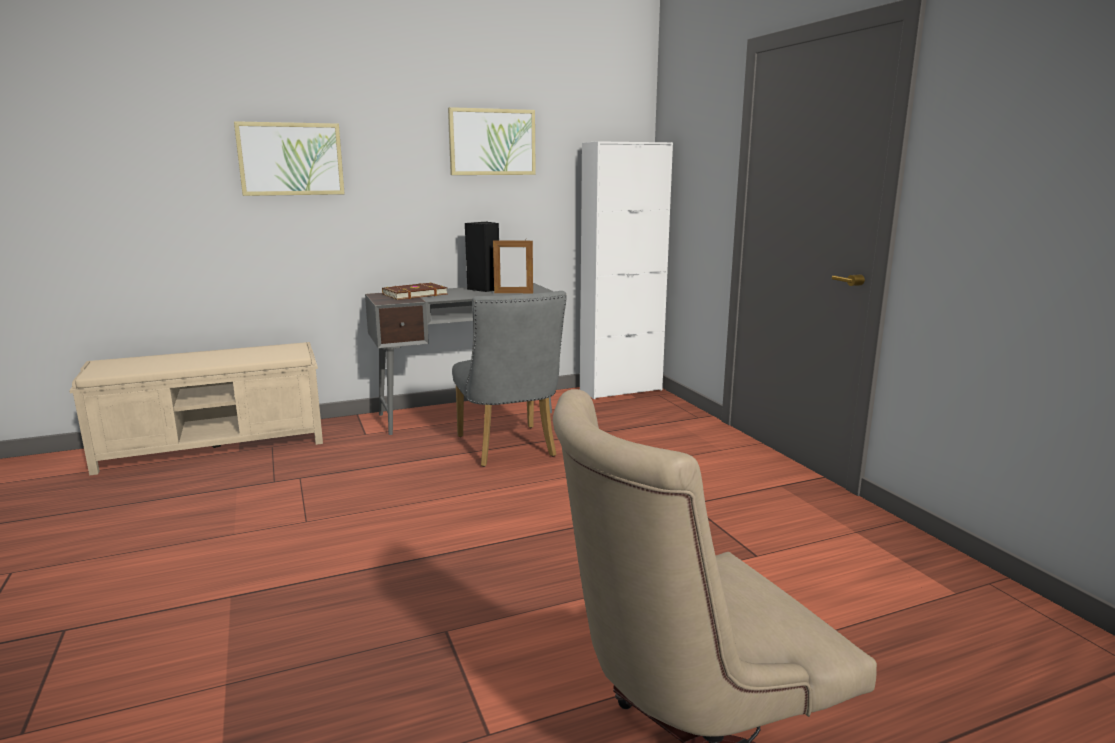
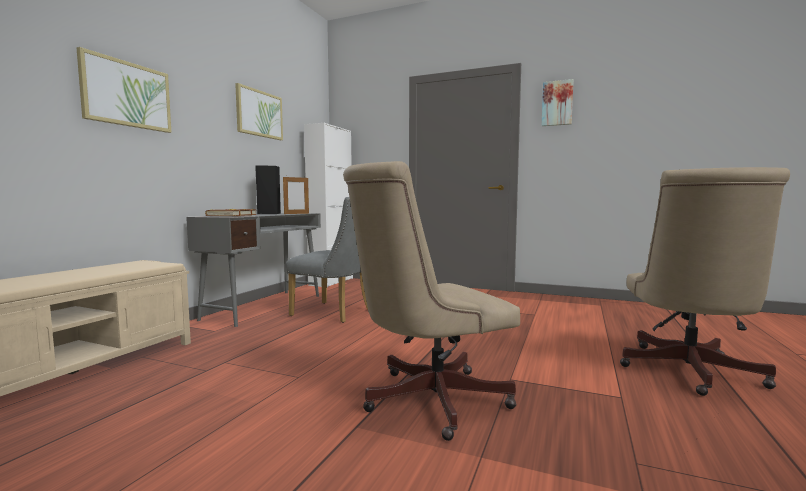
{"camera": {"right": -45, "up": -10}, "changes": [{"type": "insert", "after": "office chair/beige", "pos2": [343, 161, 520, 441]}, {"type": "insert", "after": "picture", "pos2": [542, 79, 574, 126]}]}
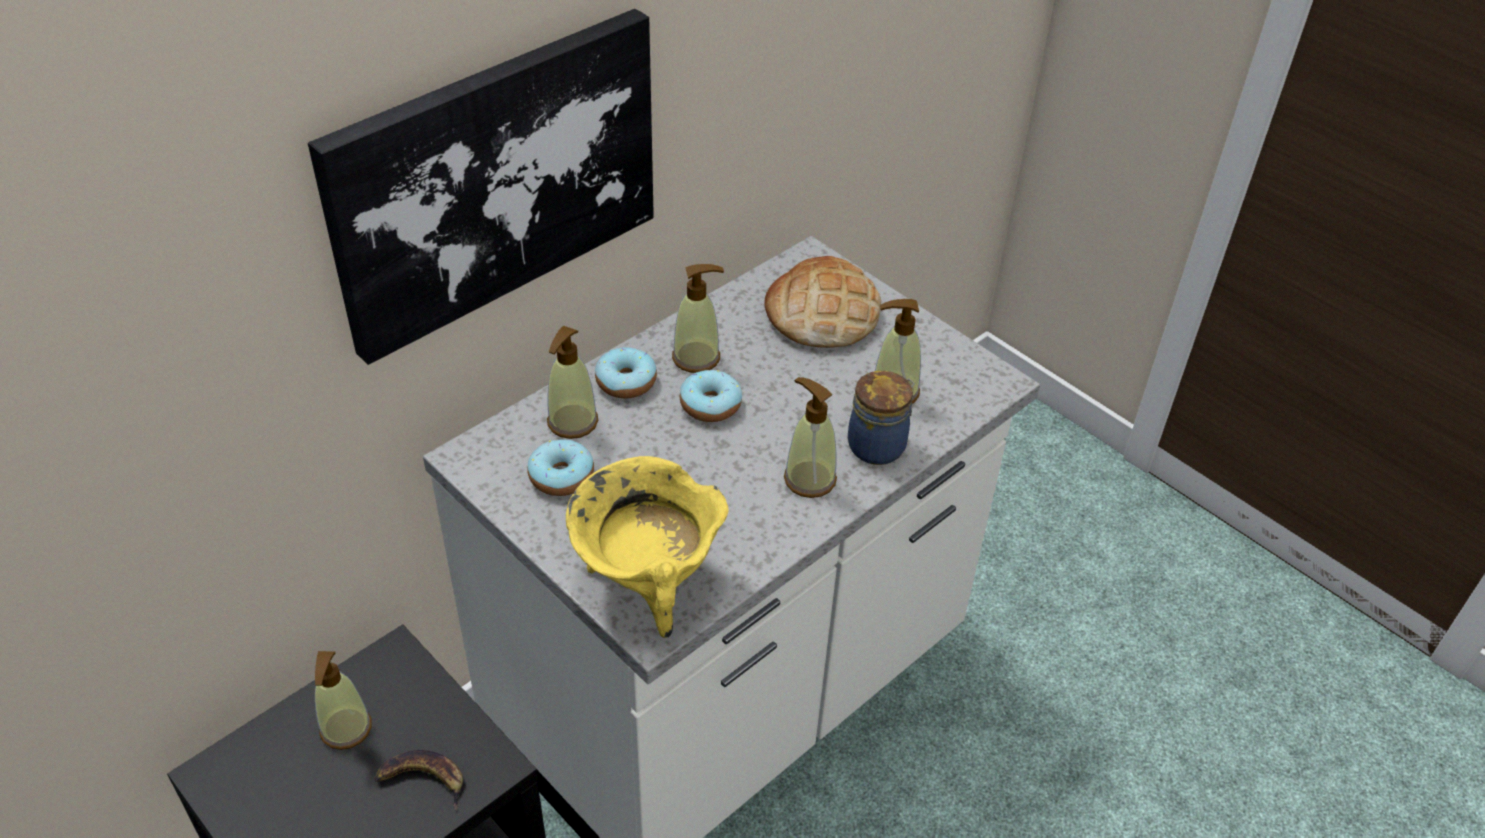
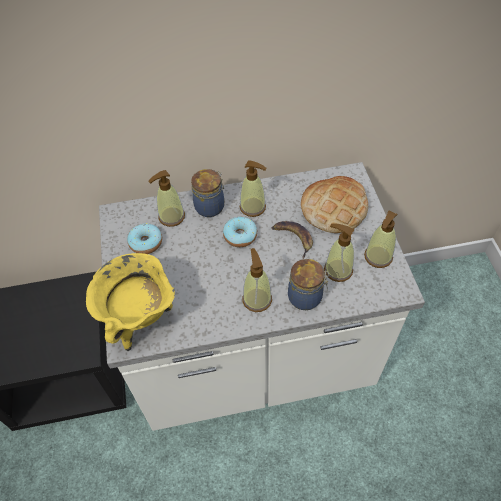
{"camera": {"right": 35, "up": 10}, "changes": [{"type": "delete", "before": "picture", "pos1": [308, 9, 654, 365]}, {"type": "move", "before": "soap dispenser", "pos1": [315, 651, 372, 750], "pos2": [364, 211, 398, 268]}, {"type": "move", "before": "banana", "pos1": [374, 750, 463, 811], "pos2": [272, 221, 313, 259]}, {"type": "replace", "before": "donut", "after": "jar", "pos1": [595, 347, 657, 398], "pos2": [191, 169, 224, 217]}]}
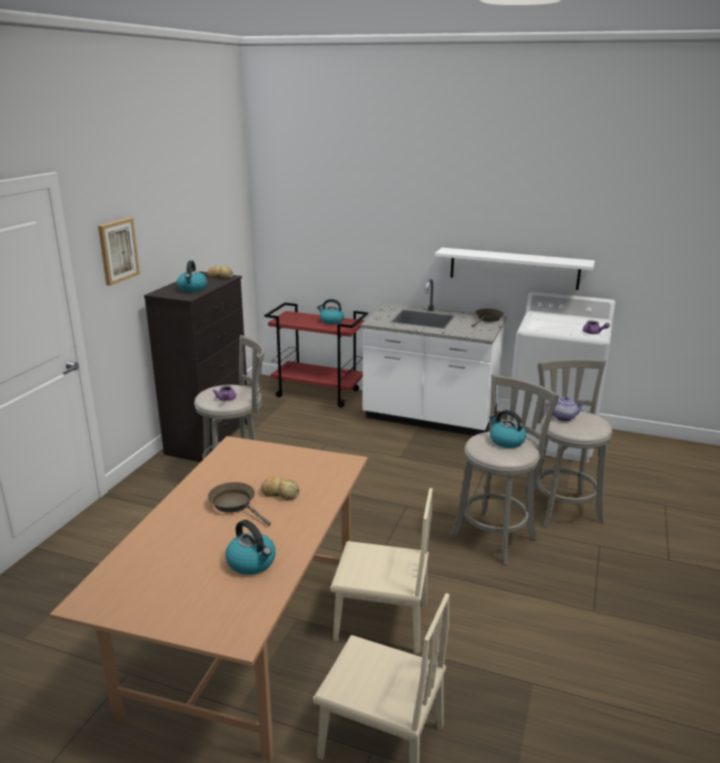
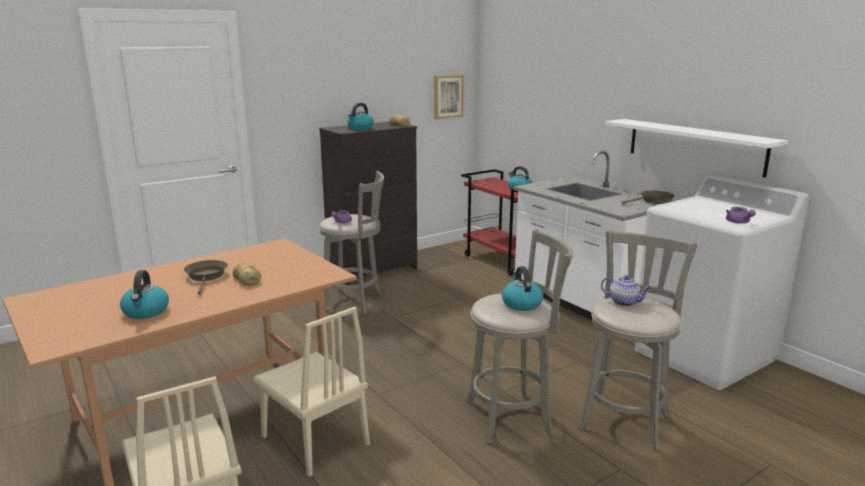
{"camera": {"right": 35, "up": -5}, "changes": [{"type": "move", "before": "picture", "pos1": [98, 218, 140, 286], "pos2": [434, 75, 464, 119]}]}
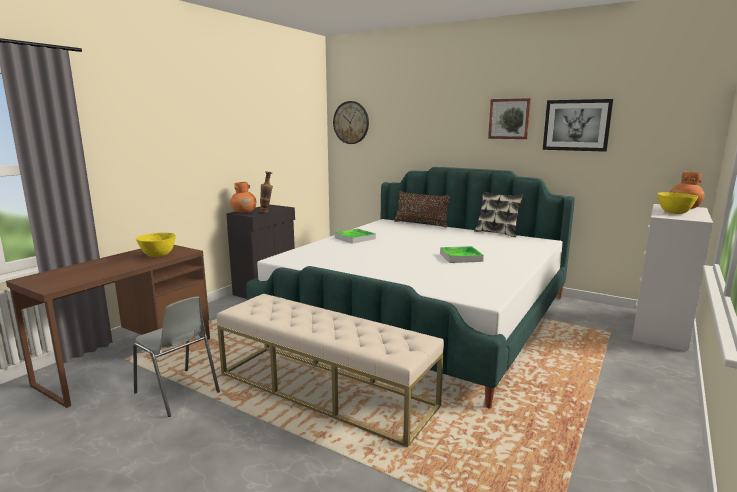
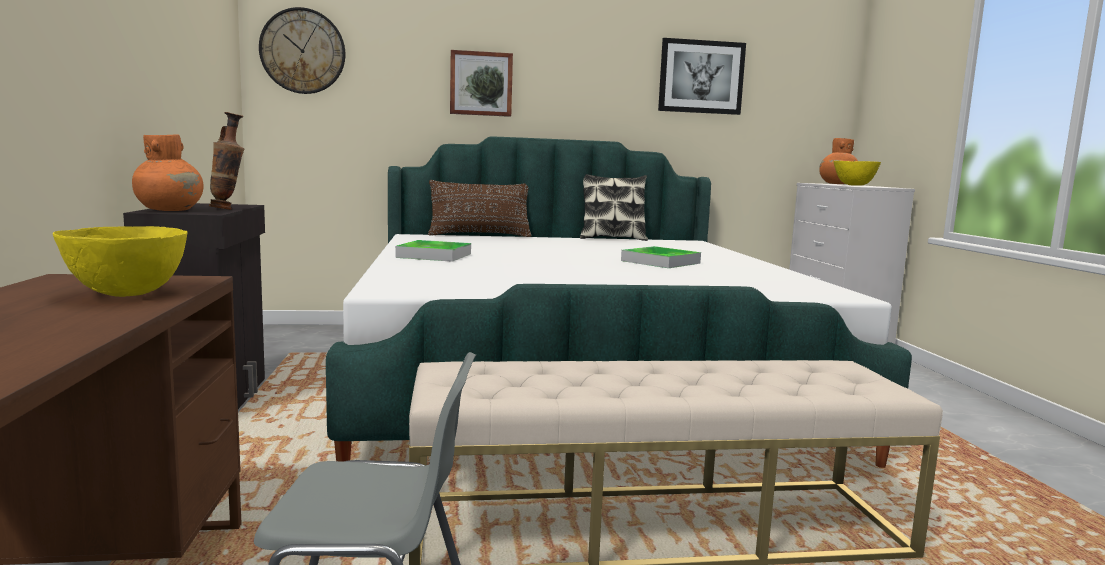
{"camera": {"right": -40, "up": -5}, "changes": [{"type": "move", "before": "picture", "pos1": [488, 98, 531, 139], "pos2": [450, 50, 513, 117]}]}
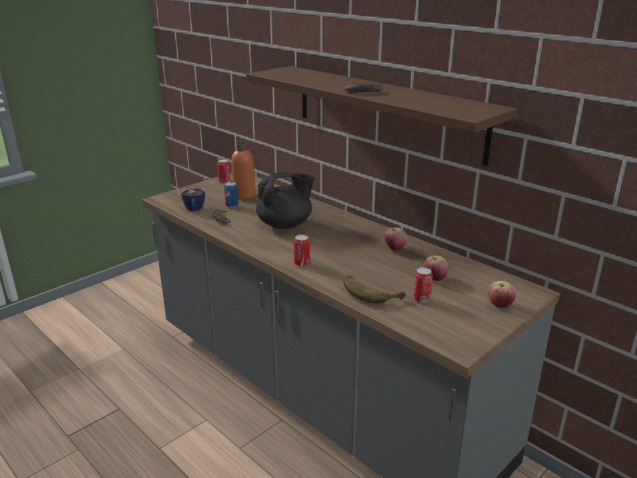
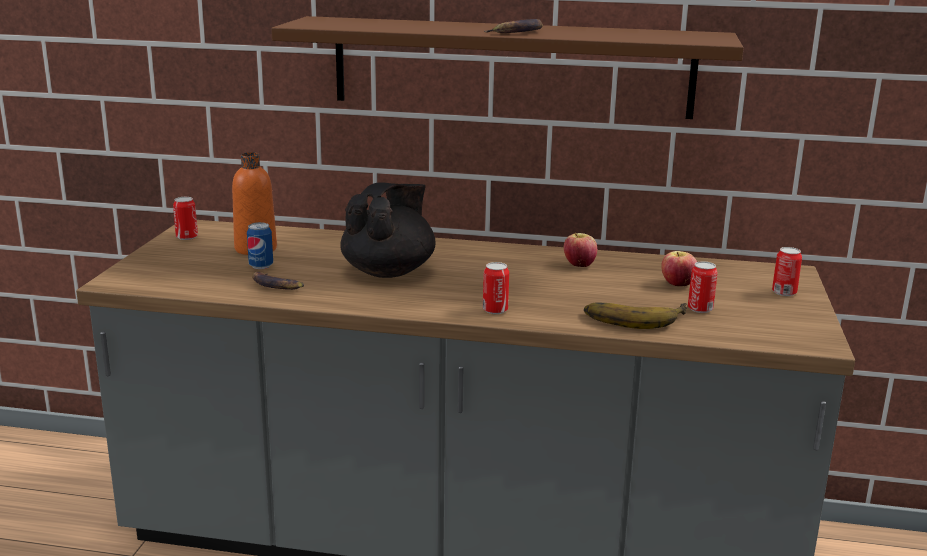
{"camera": {"right": -35, "up": -5}, "changes": [{"type": "delete", "before": "cup", "pos1": [181, 187, 205, 211]}, {"type": "replace", "before": "apple", "after": "can", "pos1": [488, 281, 516, 308], "pos2": [772, 247, 802, 296]}]}
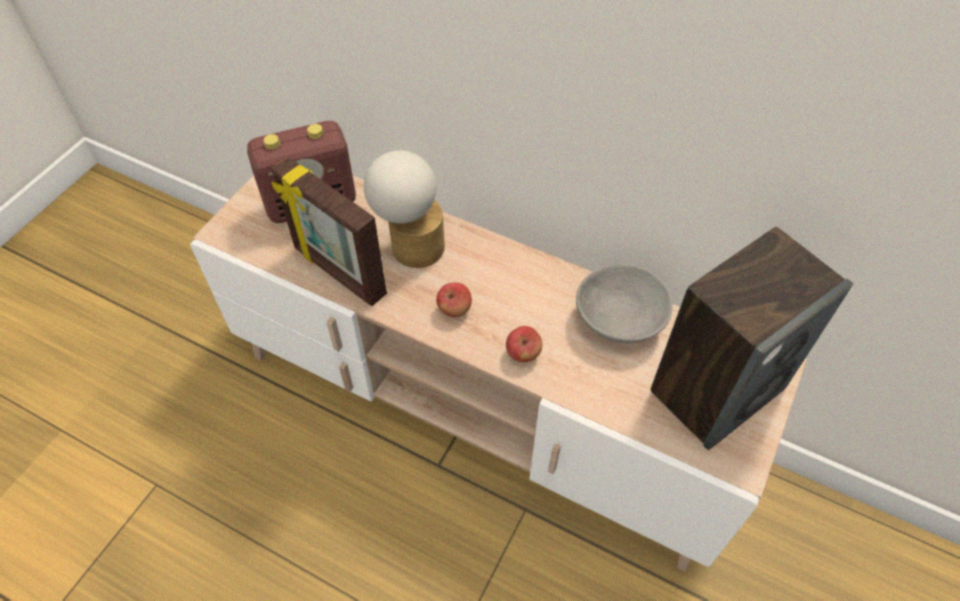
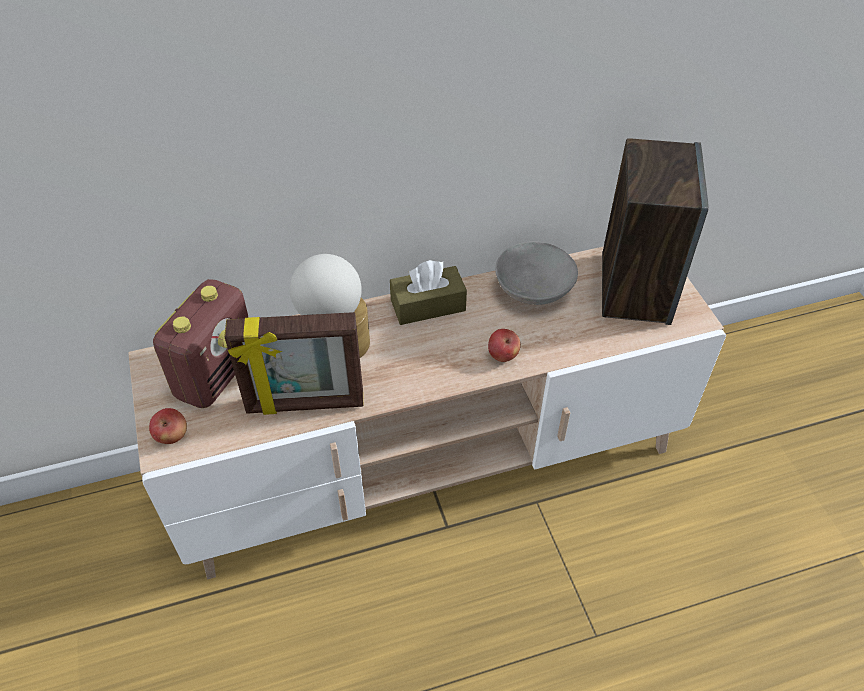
{"camera": {"right": -45, "up": -5}, "changes": [{"type": "insert", "after": "tissue box/brown", "pos2": [390, 260, 467, 325]}, {"type": "move", "before": "apple", "pos1": [436, 282, 472, 317], "pos2": [149, 408, 187, 444]}]}
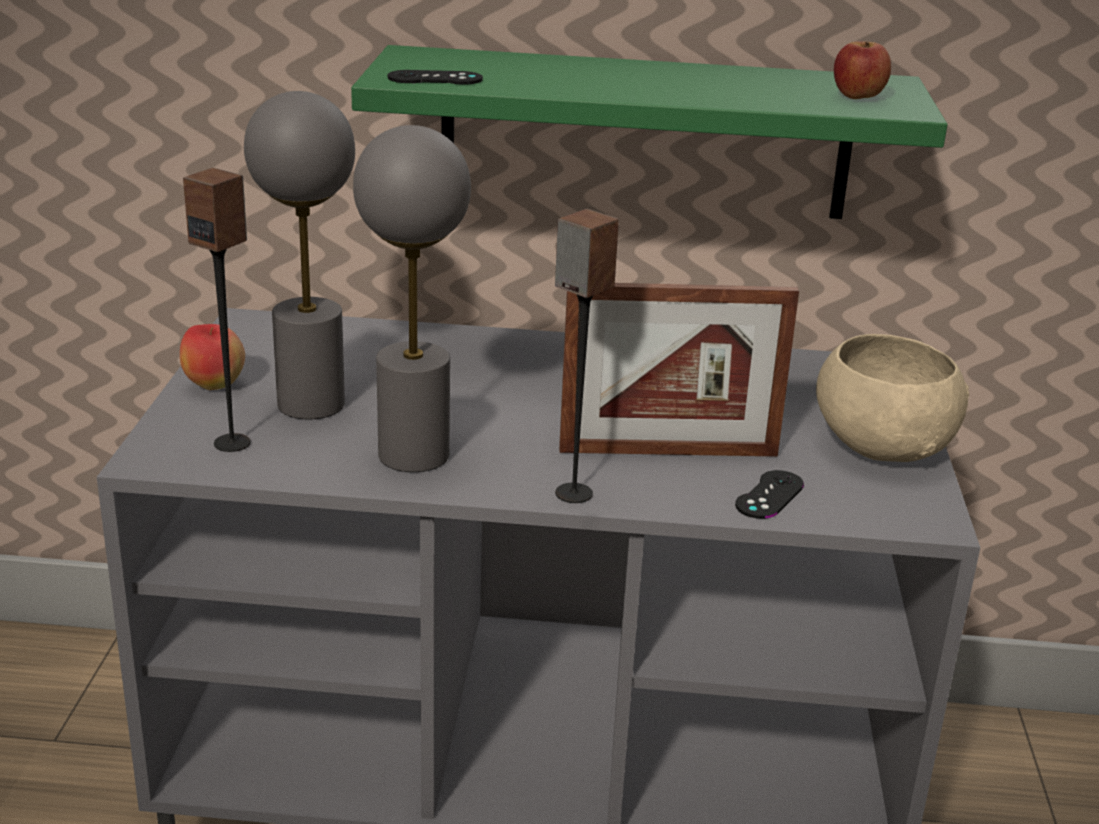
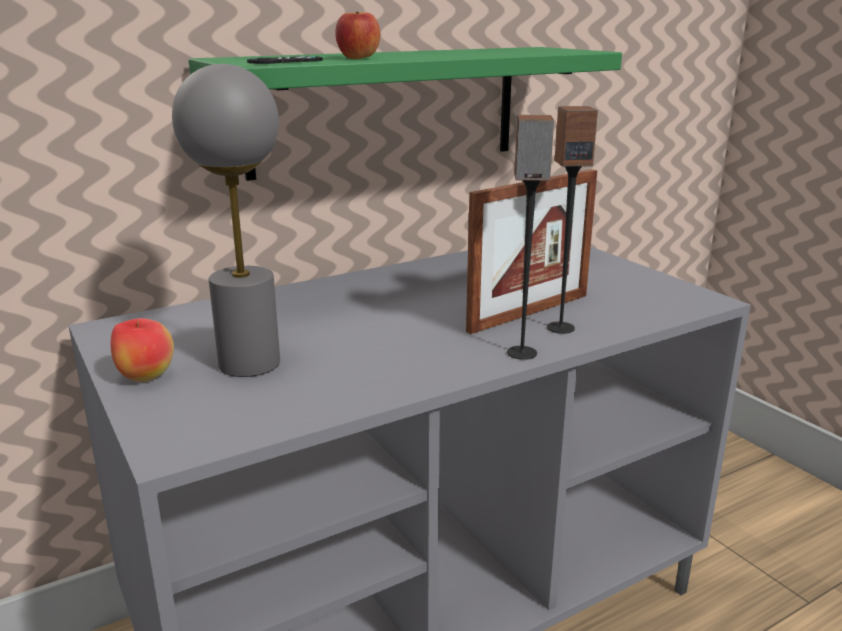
{"camera": {"right": -35, "up": -5}, "changes": [{"type": "delete", "before": "table lamp/grey", "pos1": [353, 125, 471, 472]}, {"type": "delete", "before": "game controller/black", "pos1": [735, 470, 804, 519]}, {"type": "delete", "before": "bowl/beige", "pos1": [816, 334, 969, 462]}, {"type": "move", "before": "speaker", "pos1": [183, 168, 251, 452], "pos2": [547, 106, 598, 334]}, {"type": "move", "before": "apple", "pos1": [834, 41, 891, 99], "pos2": [335, 11, 380, 59]}]}
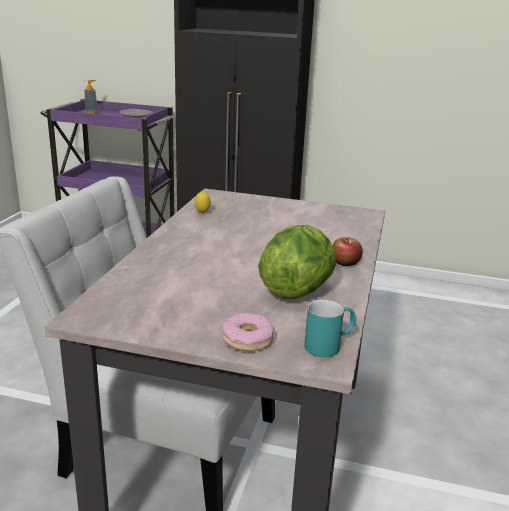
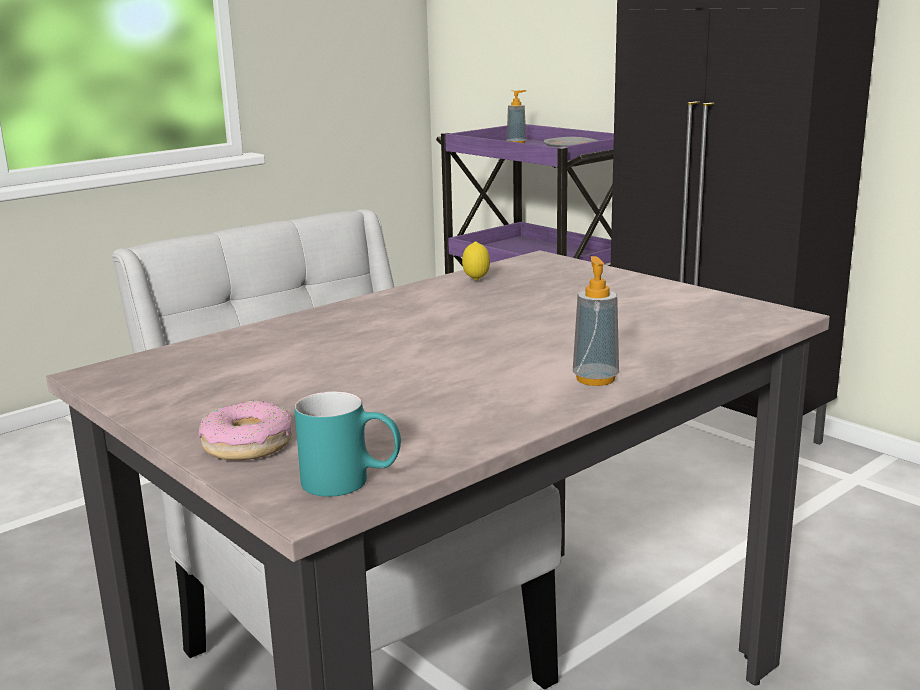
{"camera": {"right": 35, "up": -5}, "changes": [{"type": "delete", "before": "lettuce", "pos1": [258, 225, 337, 299]}, {"type": "replace", "before": "apple", "after": "soap dispenser", "pos1": [333, 237, 363, 266], "pos2": [573, 256, 619, 386]}]}
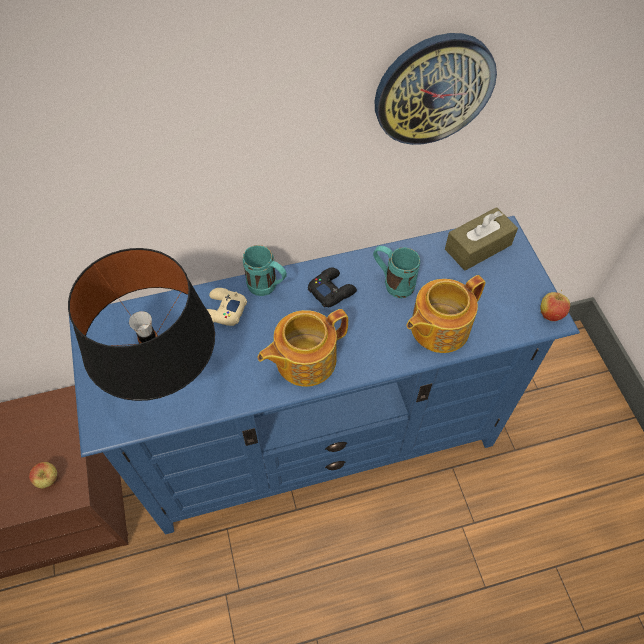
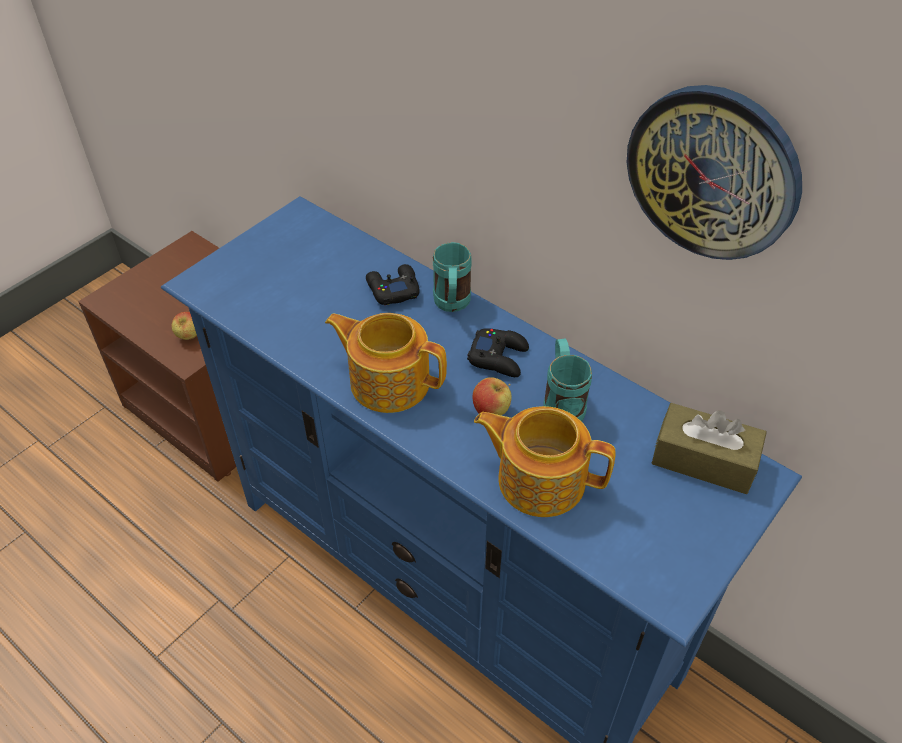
{"camera": {"right": 55, "up": -10}, "changes": [{"type": "delete", "before": "table lamp/black", "pos1": [68, 248, 215, 401]}, {"type": "move", "before": "apple", "pos1": [540, 290, 570, 321], "pos2": [472, 377, 512, 415]}, {"type": "recolor", "before": "game controller/beige", "after": "game controller/black", "pos1": [207, 288, 247, 326], "pos2": [366, 264, 420, 305]}]}
